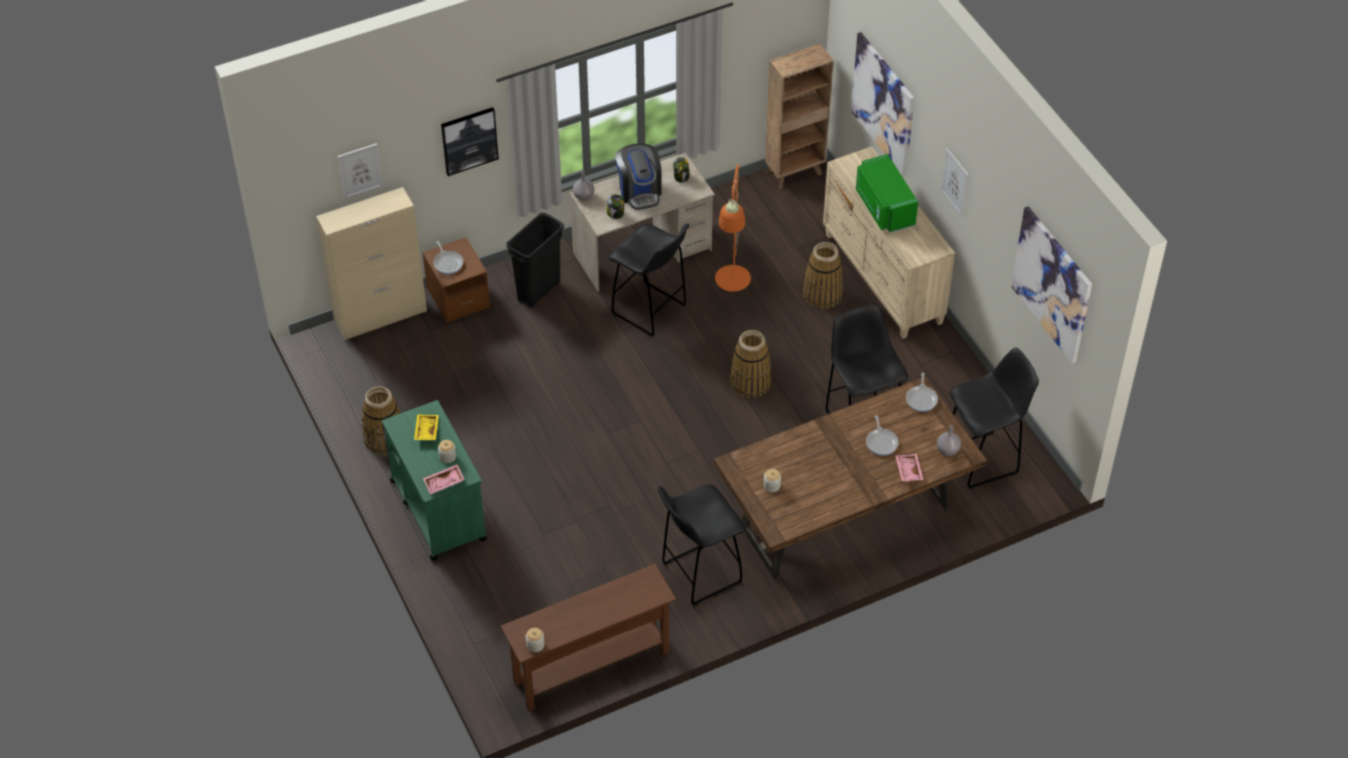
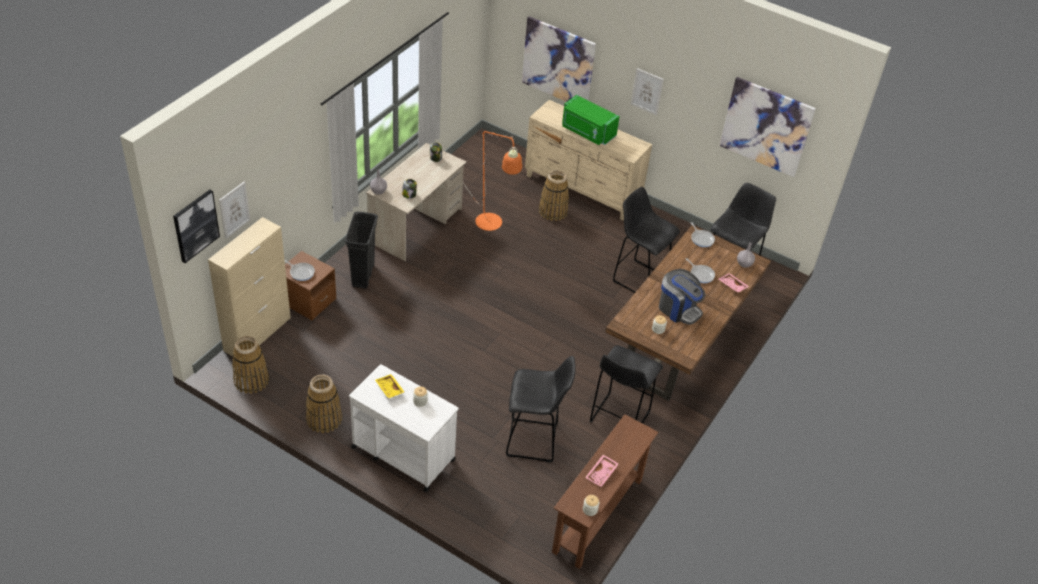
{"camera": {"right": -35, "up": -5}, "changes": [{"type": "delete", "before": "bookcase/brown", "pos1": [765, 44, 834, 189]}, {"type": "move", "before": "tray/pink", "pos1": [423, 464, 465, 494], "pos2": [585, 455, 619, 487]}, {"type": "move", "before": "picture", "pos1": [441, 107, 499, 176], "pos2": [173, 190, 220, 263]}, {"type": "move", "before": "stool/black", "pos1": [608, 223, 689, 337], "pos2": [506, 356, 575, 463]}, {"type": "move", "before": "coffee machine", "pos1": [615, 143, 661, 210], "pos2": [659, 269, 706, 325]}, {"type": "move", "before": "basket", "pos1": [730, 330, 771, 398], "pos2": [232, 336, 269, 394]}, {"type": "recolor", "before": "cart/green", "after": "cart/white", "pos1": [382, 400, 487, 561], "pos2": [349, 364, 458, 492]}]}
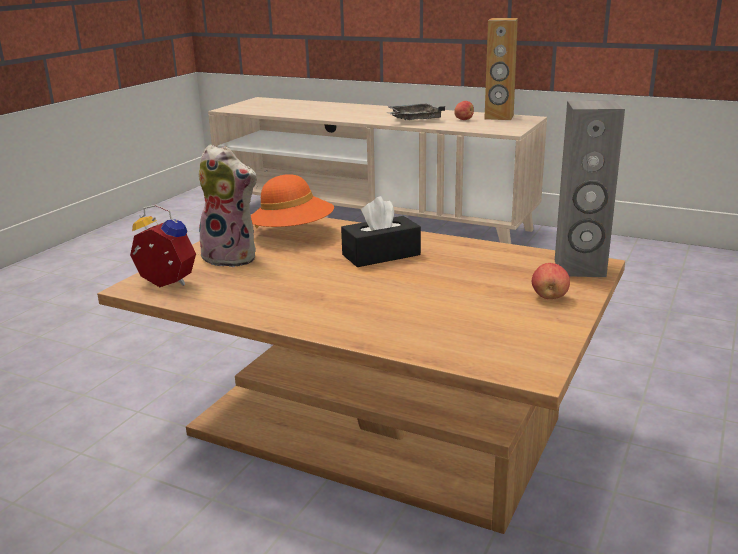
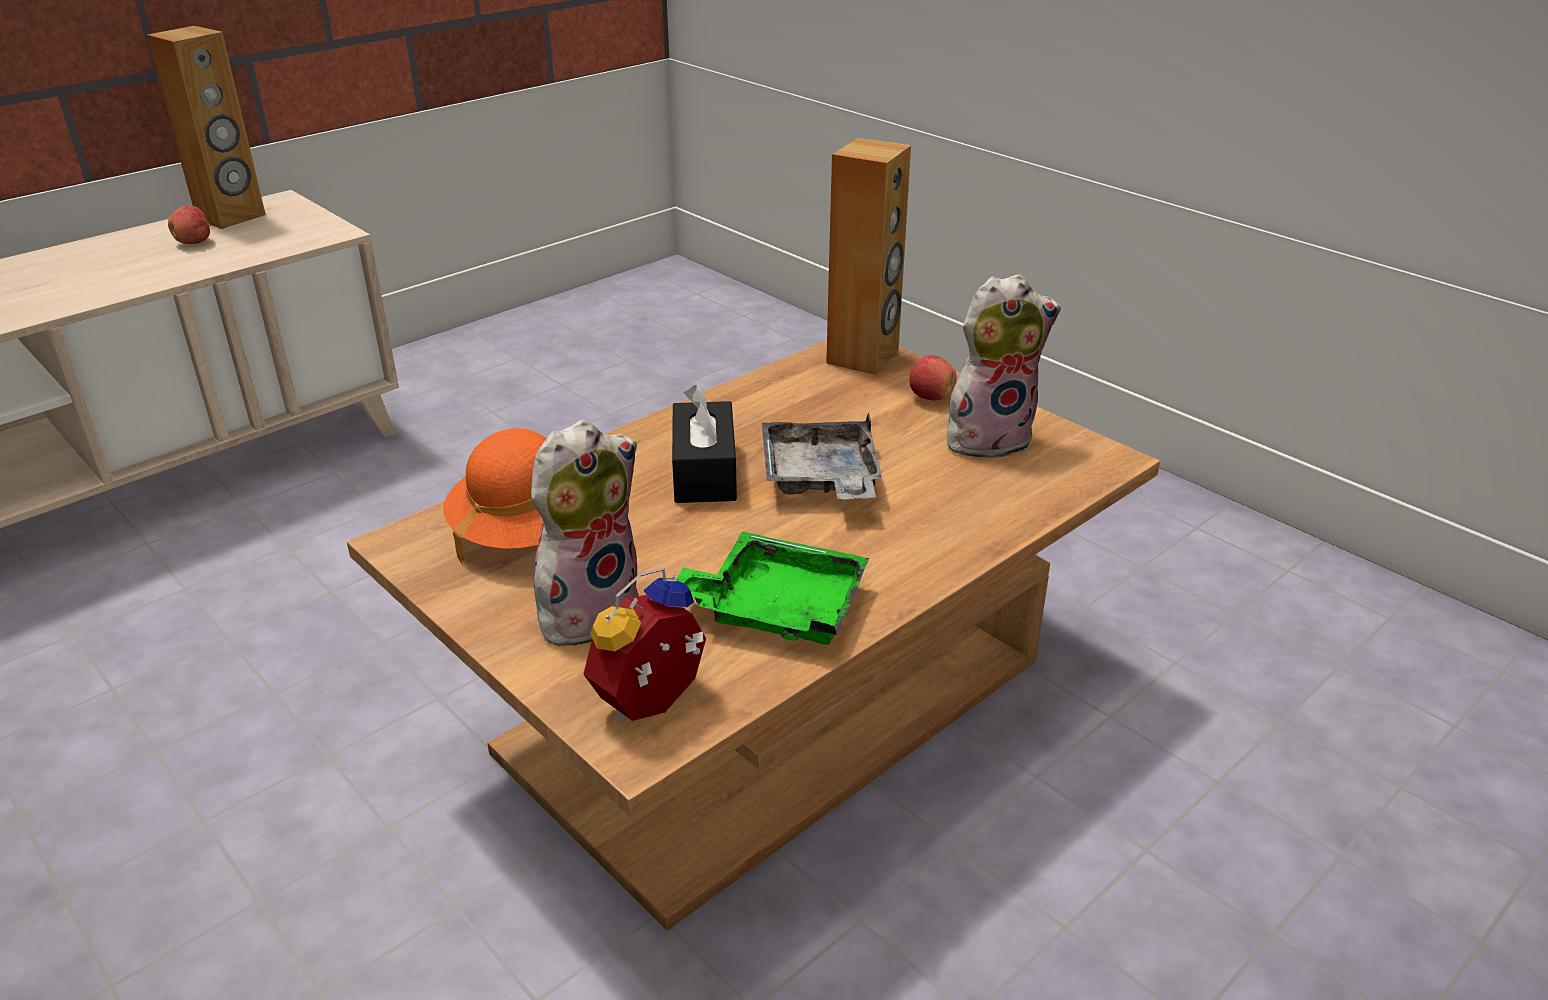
{"camera": {"right": -70, "up": 10}, "changes": [{"type": "insert", "after": "tray/green", "pos2": [676, 532, 869, 645]}, {"type": "insert", "after": "plush toy", "pos2": [947, 274, 1061, 459]}, {"type": "move", "before": "tray/grey", "pos1": [387, 104, 445, 120], "pos2": [762, 412, 882, 499]}, {"type": "recolor", "before": "speaker/grey", "after": "speaker/brown", "pos1": [555, 101, 625, 277], "pos2": [826, 138, 911, 375]}]}
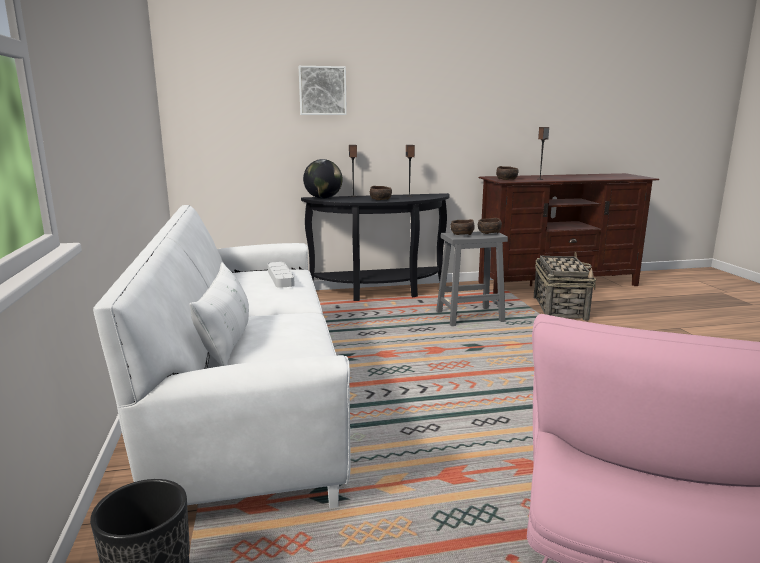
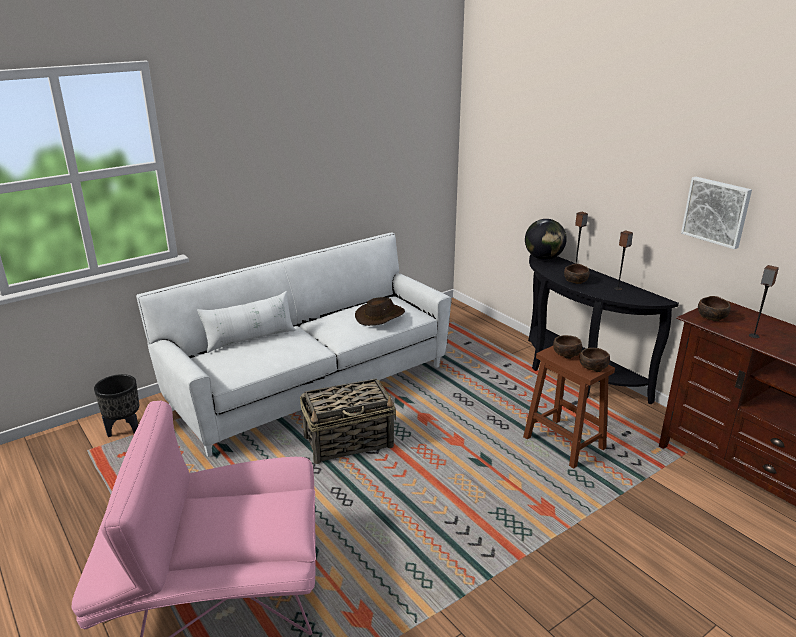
{"camera": {"right": 65, "up": 10}, "changes": [{"type": "move", "before": "picture", "pos1": [299, 66, 347, 115], "pos2": [681, 177, 752, 249]}, {"type": "move", "before": "basket", "pos1": [534, 252, 596, 320], "pos2": [300, 378, 396, 464]}, {"type": "replace", "before": "tray/grey", "after": "hat/brown", "pos1": [268, 262, 295, 288], "pos2": [355, 297, 405, 326]}, {"type": "recolor", "before": "stool/grey", "after": "stool/brown", "pos1": [436, 231, 508, 326], "pos2": [523, 346, 615, 469]}]}
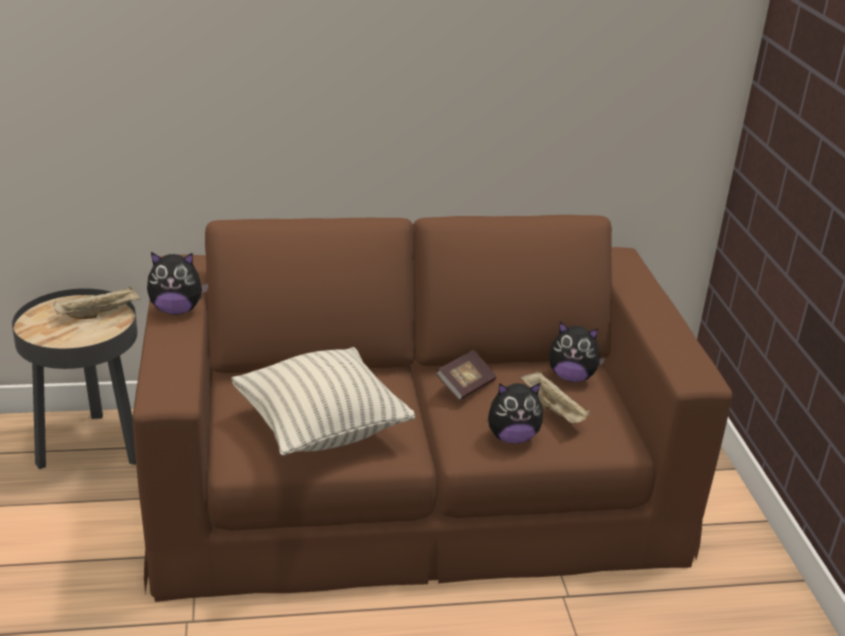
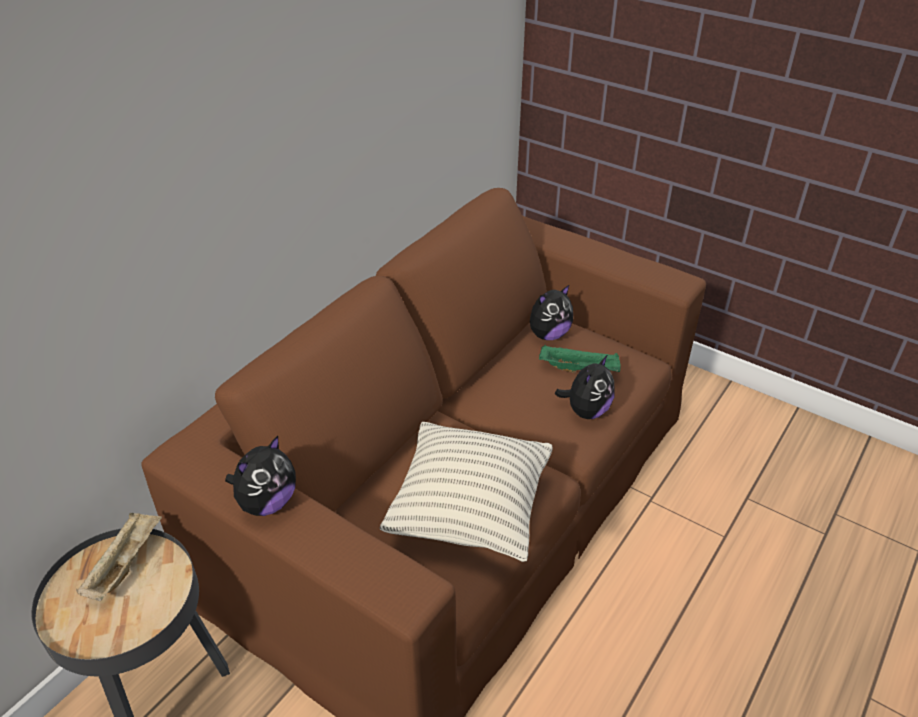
{"camera": {"right": -45, "up": 10}, "changes": [{"type": "delete", "before": "book", "pos1": [436, 350, 496, 401]}, {"type": "recolor", "before": "tray/beige", "after": "tray/green", "pos1": [521, 371, 590, 423], "pos2": [539, 345, 621, 373]}]}
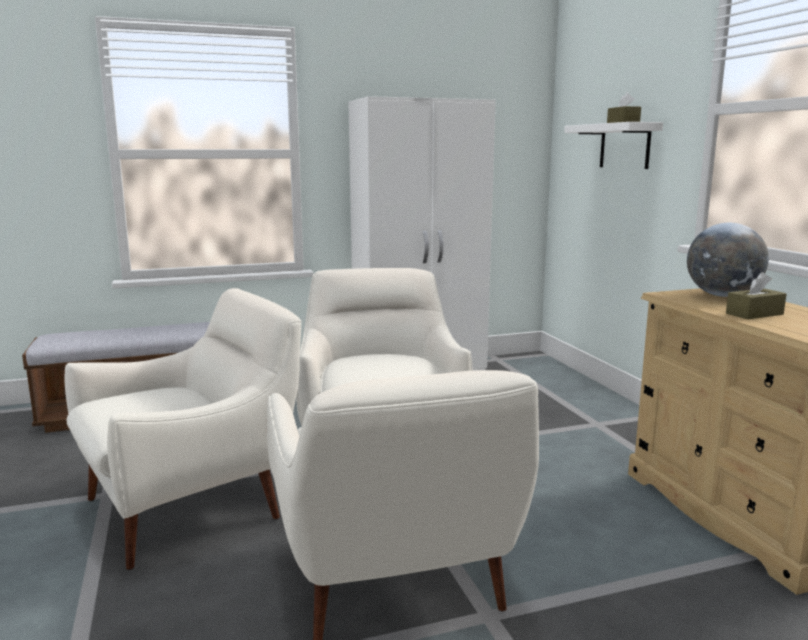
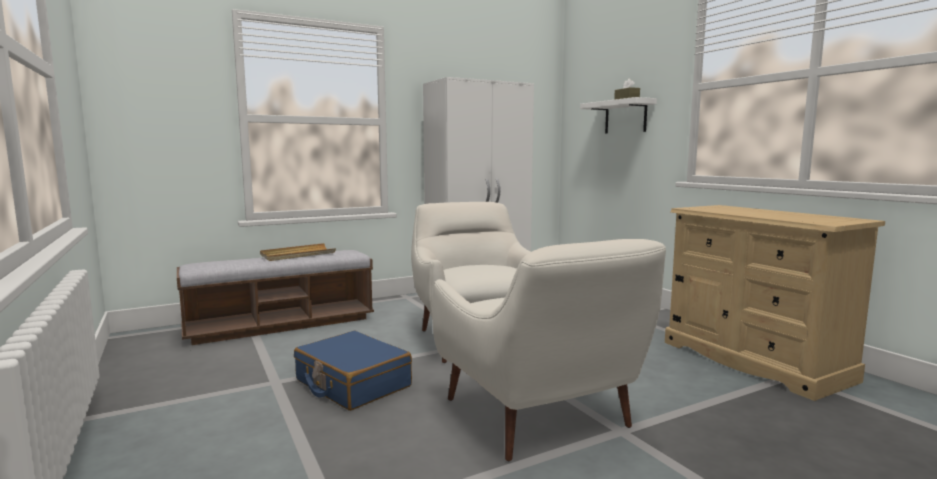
{"camera": {"right": -10, "up": -5}, "changes": [{"type": "delete", "before": "globe", "pos1": [687, 223, 769, 297]}, {"type": "delete", "before": "tissue box/brown", "pos1": [726, 272, 786, 319]}, {"type": "insert", "after": "tray/beige", "pos2": [260, 243, 336, 261]}, {"type": "replace", "before": "armchair/white", "after": "suitcase/blue", "pos1": [65, 288, 301, 570], "pos2": [294, 331, 412, 411]}]}
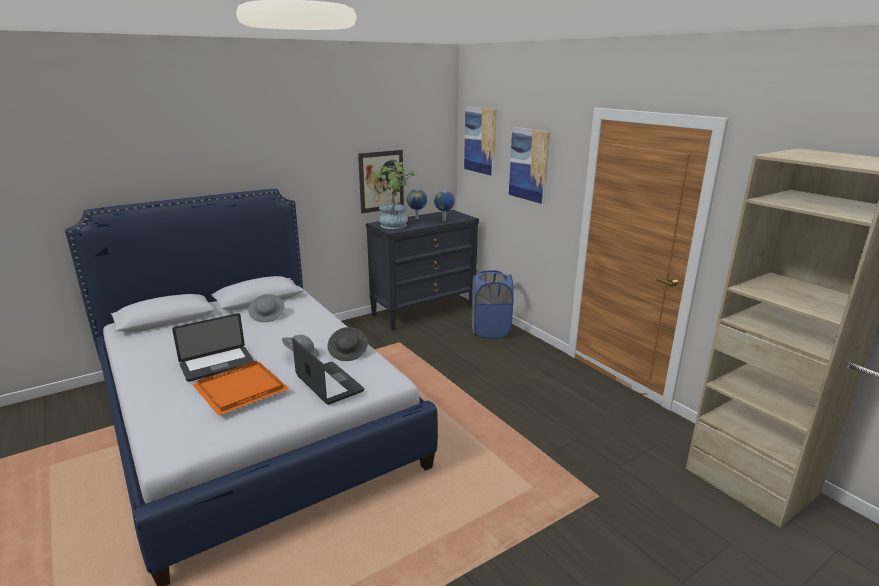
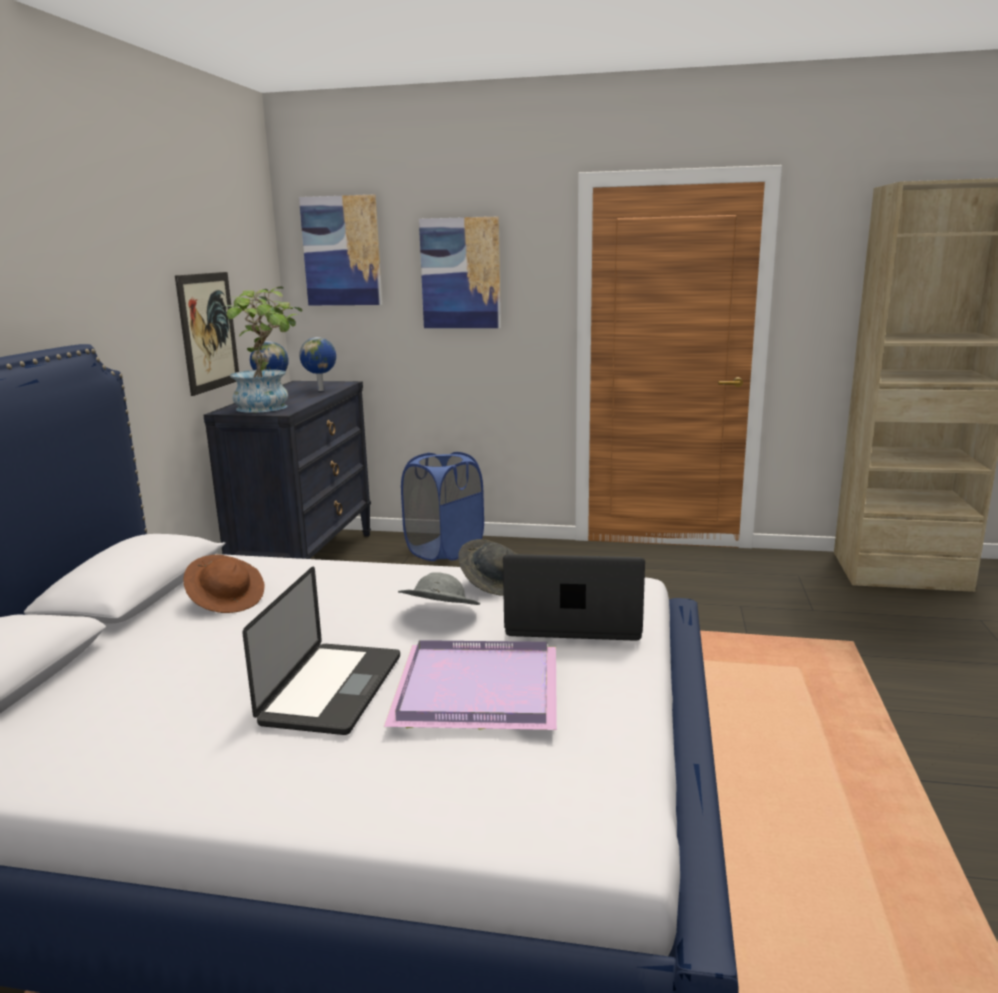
{"camera": {"right": -45, "up": -5}, "changes": [{"type": "recolor", "before": "tray/orange", "after": "tray/purple", "pos1": [192, 361, 290, 416], "pos2": [384, 640, 557, 730]}, {"type": "recolor", "before": "hat/grey", "after": "hat/brown", "pos1": [248, 294, 284, 322], "pos2": [184, 554, 265, 613]}]}
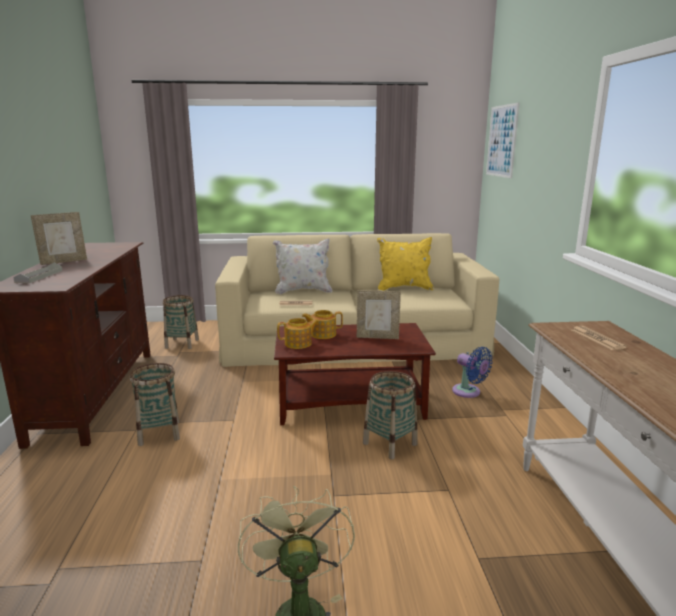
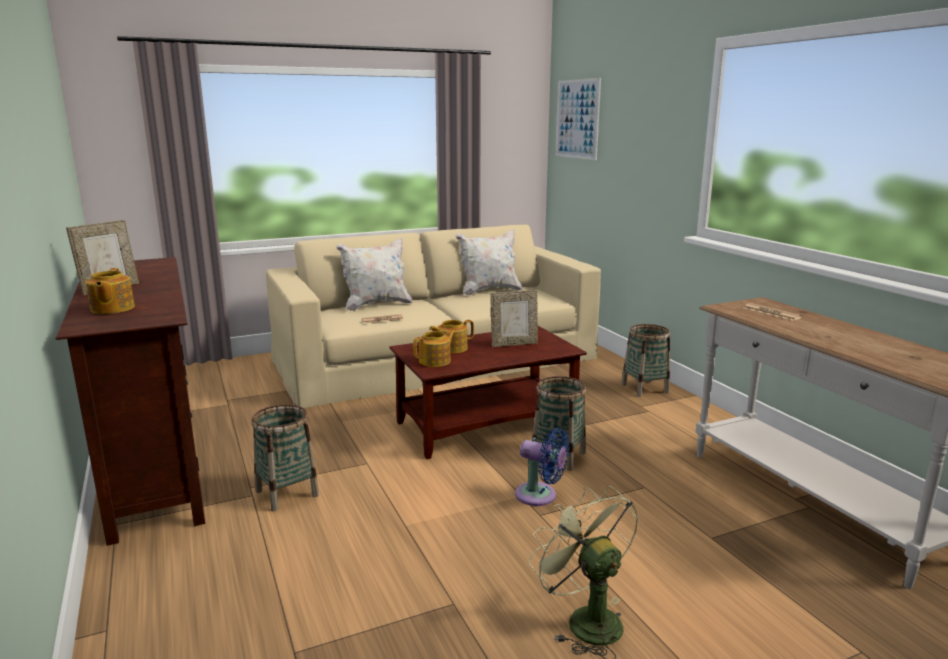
{"camera": {"right": -20, "up": 0}, "changes": [{"type": "move", "before": "basket", "pos1": [163, 295, 199, 349], "pos2": [621, 324, 670, 397]}, {"type": "move", "before": "fan/blue", "pos1": [452, 347, 493, 398], "pos2": [515, 428, 570, 506]}, {"type": "replace", "before": "tray/grey", "after": "teapot", "pos1": [13, 263, 62, 283], "pos2": [85, 268, 135, 314]}, {"type": "recolor", "before": "pillow/yellow", "after": "pillow/white", "pos1": [377, 237, 434, 291], "pos2": [455, 229, 522, 296]}]}
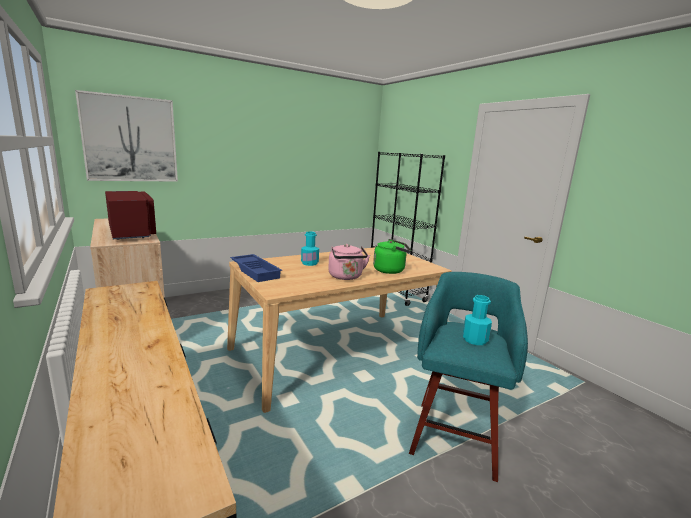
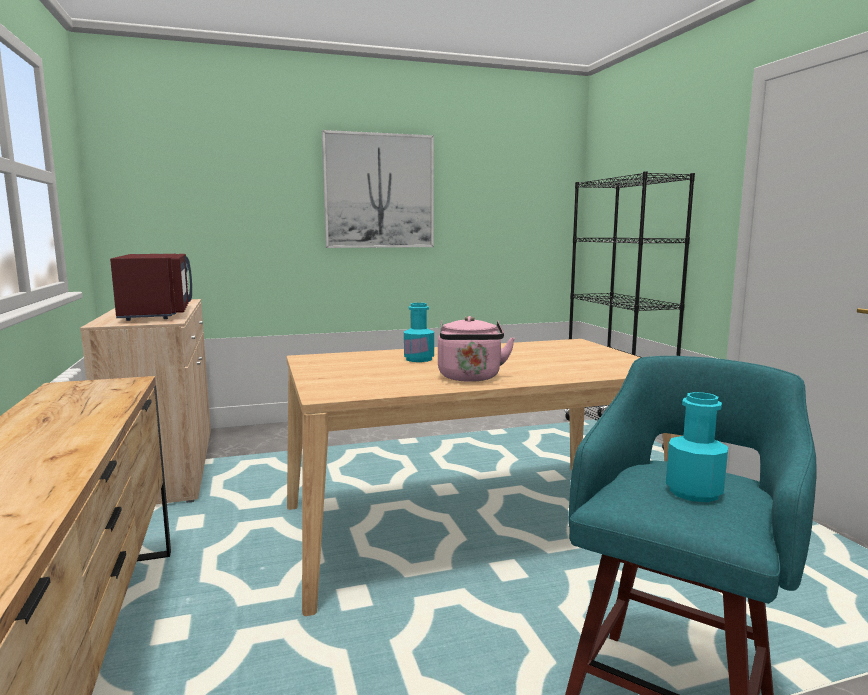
{"camera": {"right": 15, "up": -5}, "changes": [{"type": "delete", "before": "tray/blue", "pos1": [230, 254, 282, 282]}, {"type": "delete", "before": "kettle/green", "pos1": [373, 239, 411, 274]}, {"type": "move", "before": "picture", "pos1": [75, 90, 178, 182], "pos2": [322, 130, 434, 248]}]}
